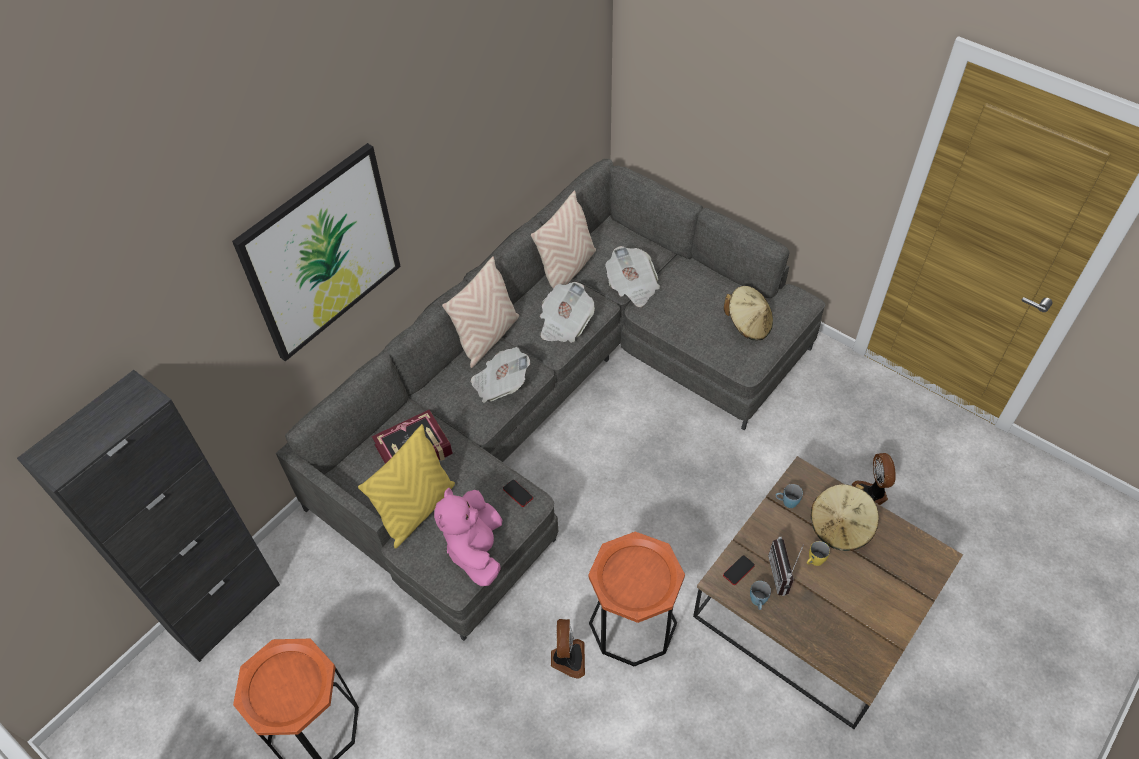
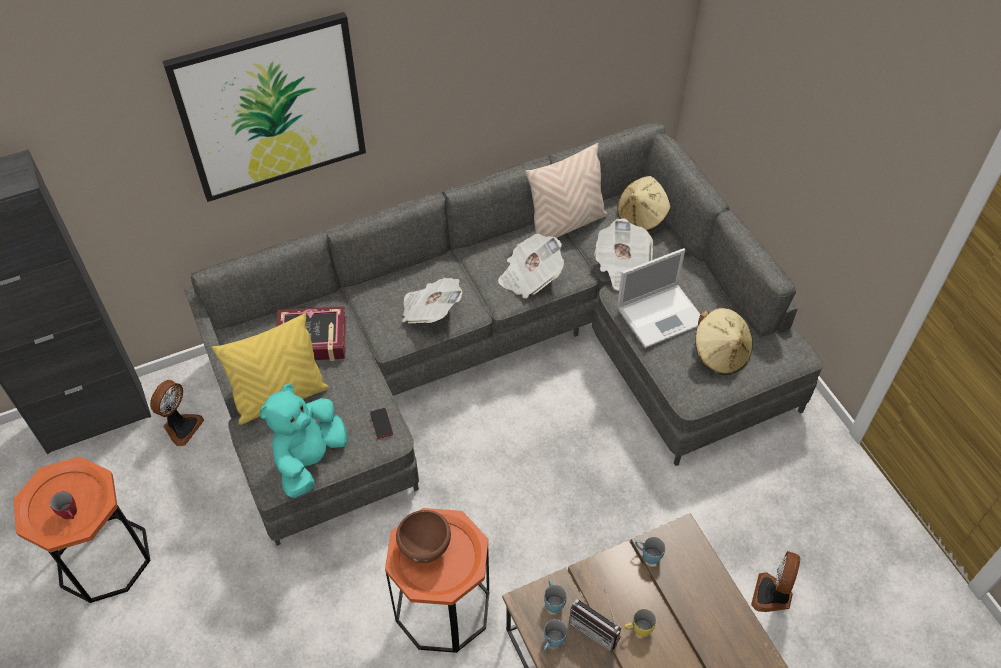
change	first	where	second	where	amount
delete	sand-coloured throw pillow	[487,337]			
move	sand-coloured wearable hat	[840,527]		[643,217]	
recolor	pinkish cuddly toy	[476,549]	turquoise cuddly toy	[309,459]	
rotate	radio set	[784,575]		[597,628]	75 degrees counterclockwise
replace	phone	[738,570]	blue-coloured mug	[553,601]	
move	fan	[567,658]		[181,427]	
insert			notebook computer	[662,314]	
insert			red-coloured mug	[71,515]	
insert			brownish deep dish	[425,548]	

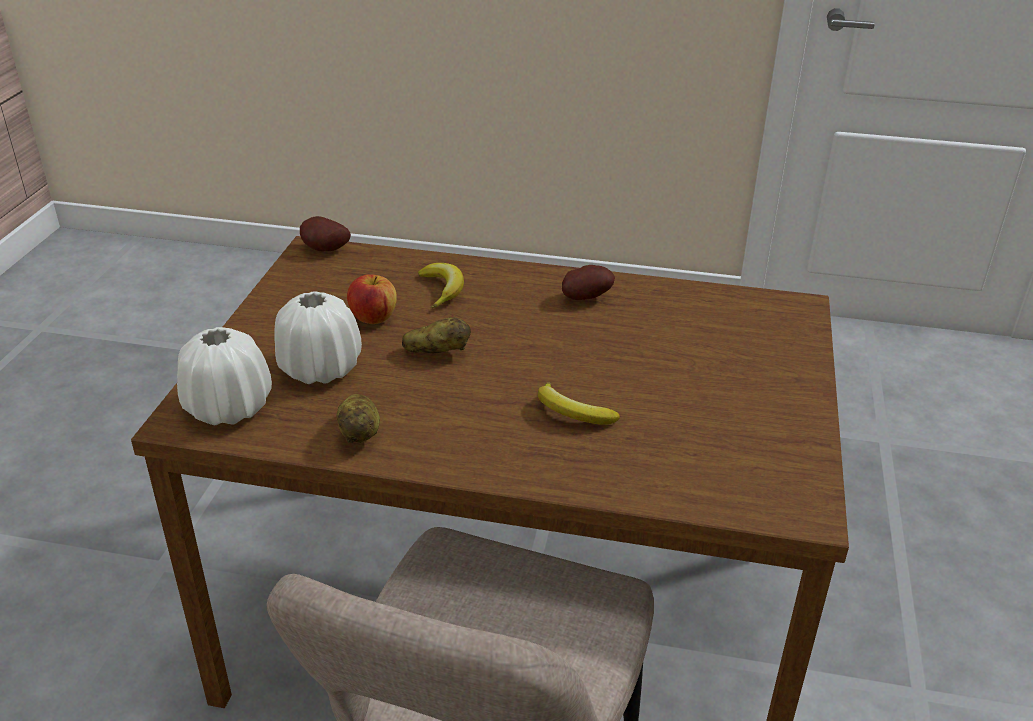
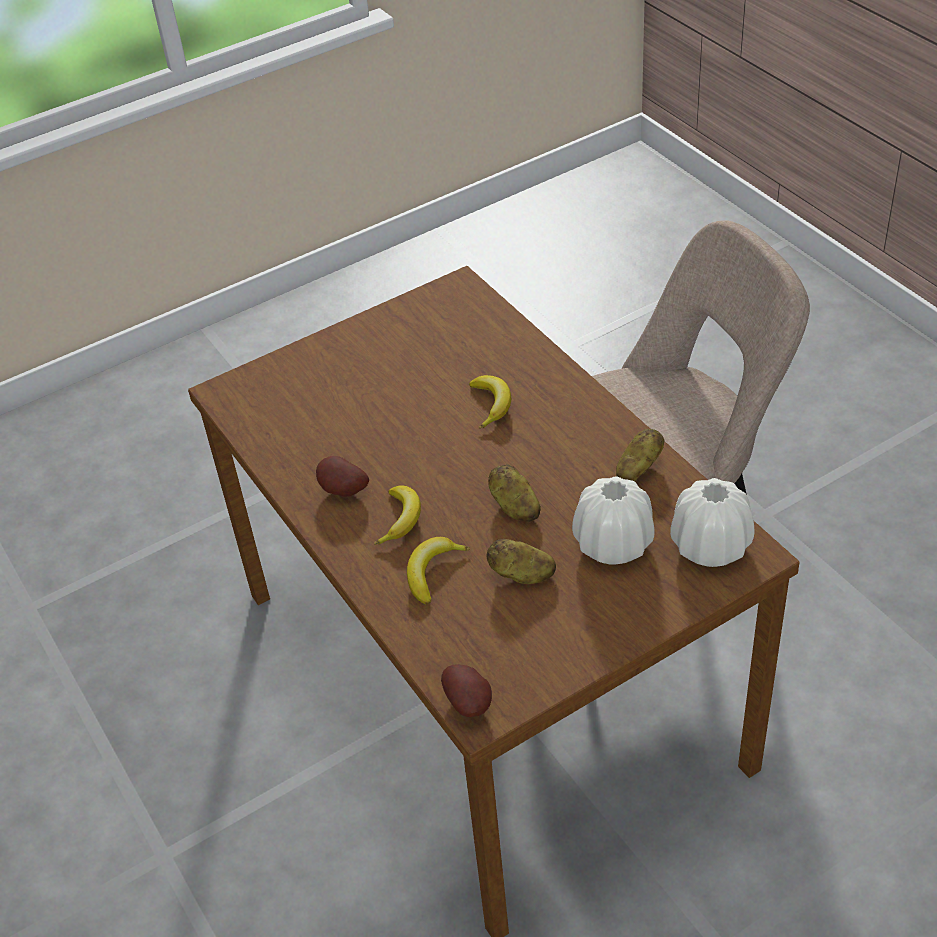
change	first	where	second	where	amount
replace	apple fruit	[373,318]	potato	[521,574]	
insert			banana fruit	[401,519]	

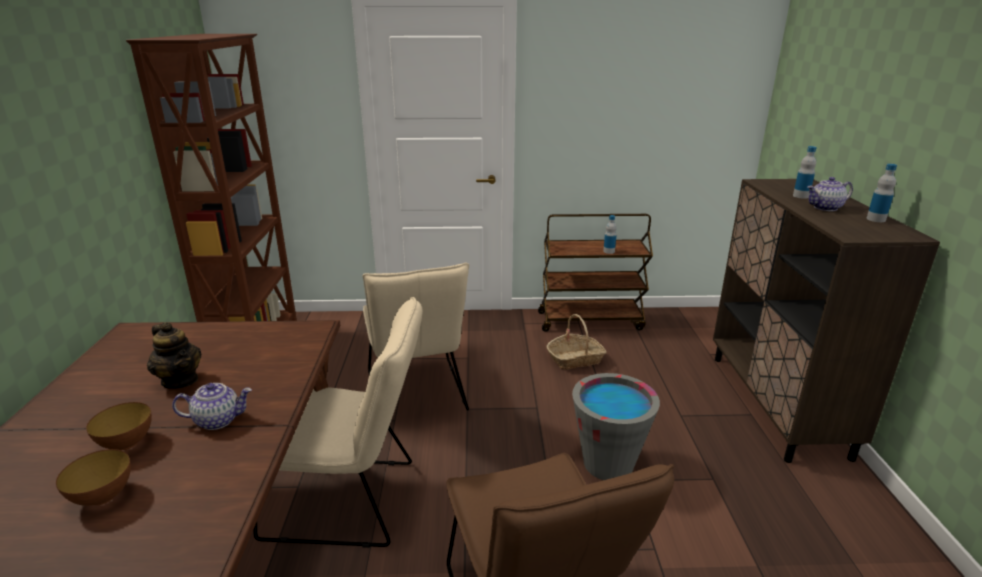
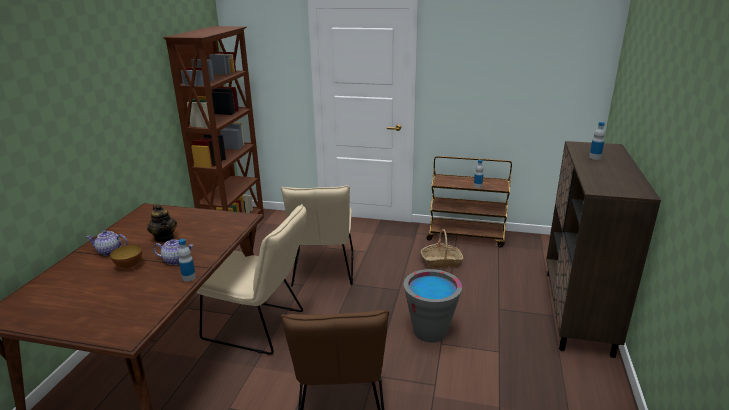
change	first	where	second	where	amount
move	drink bottle	[876,219]		[189,278]	
move	pot for tea	[825,208]		[109,251]	
delete	deep dish	[103,497]			

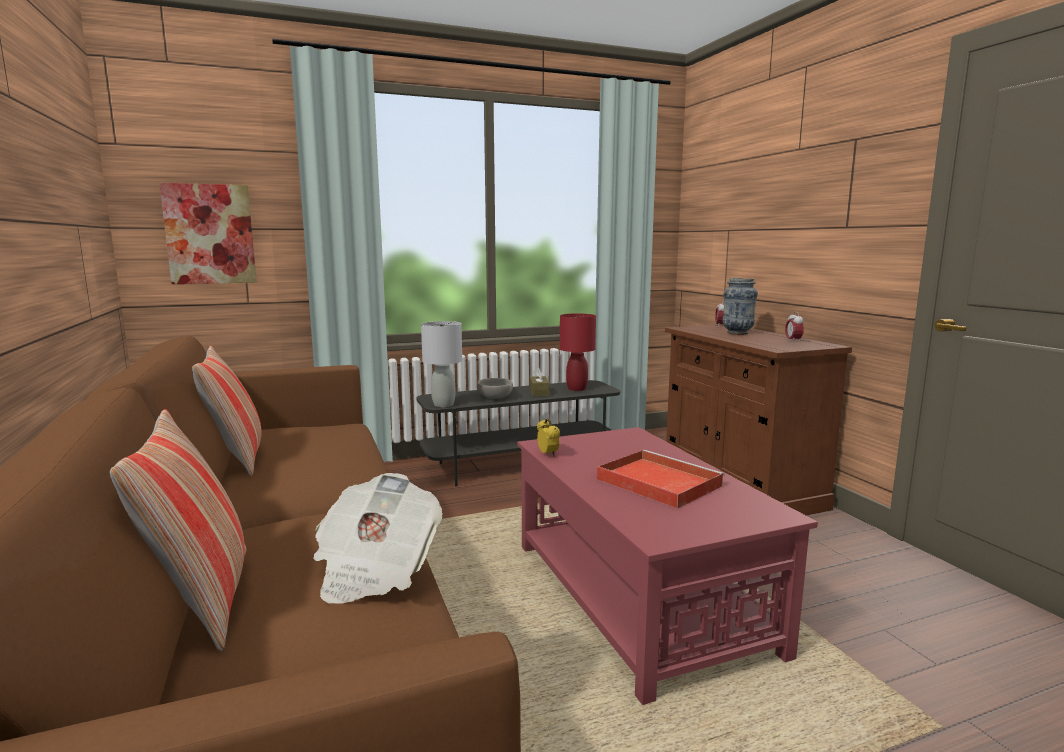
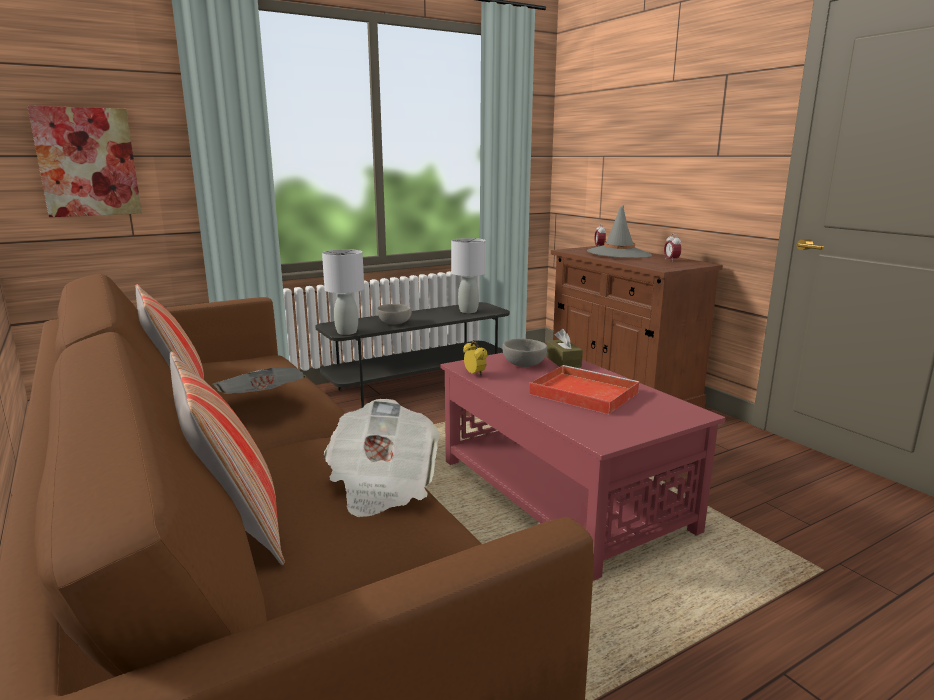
change	first	where	second	where	amount
replace	flower vase	[737,333]	gray wearable hat	[619,254]	
recolor	red-coloured tabletop lamp	[576,389]	gray tabletop lamp	[468,311]	
move	brownish box of tissues	[539,392]		[563,361]	
insert			gray deep dish	[523,364]	
insert			newspaper	[262,404]	

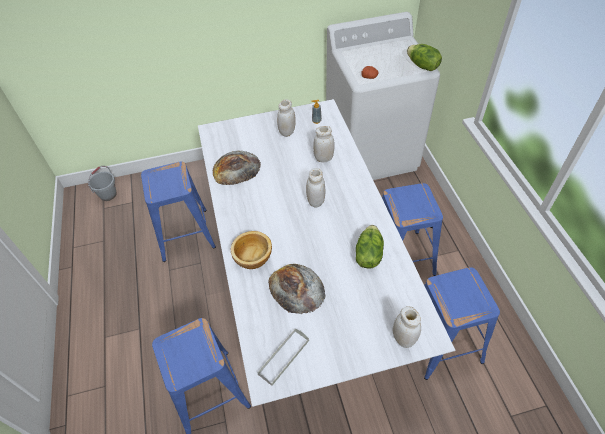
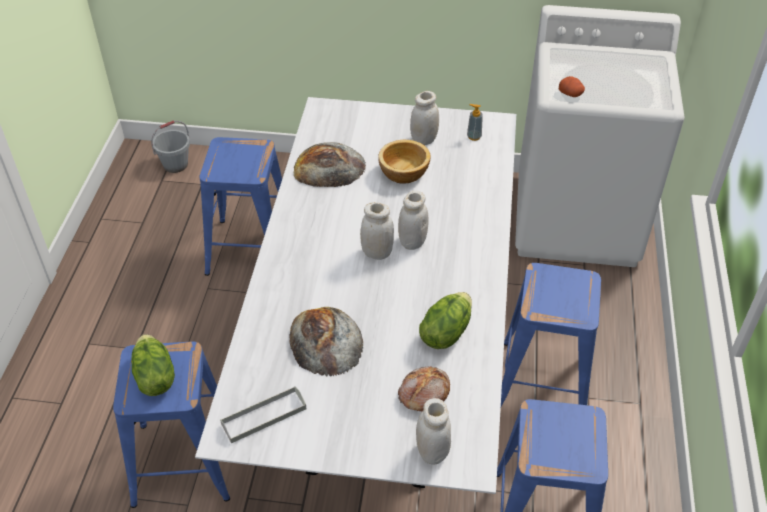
change	first	where	second	where	amount
move	lettuce	[422,66]		[154,377]	
move	whitish preserve jar	[323,158]		[377,253]	
move	deep dish	[253,258]		[403,173]	
insert			bread	[423,393]	

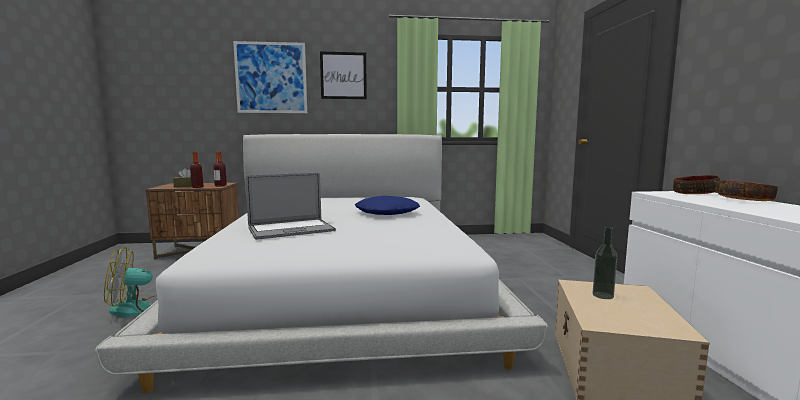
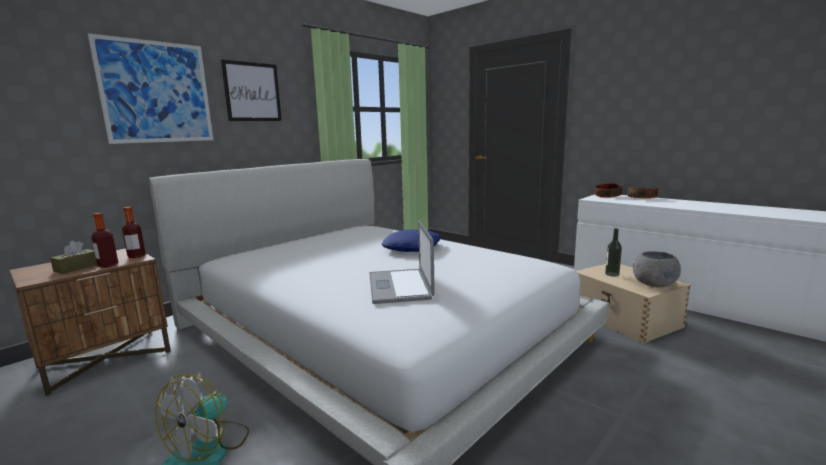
change	first	where	second	where	amount
rotate	notebook computer	[291,229]		[399,286]	150 degrees clockwise
insert			gray deep dish	[654,284]	

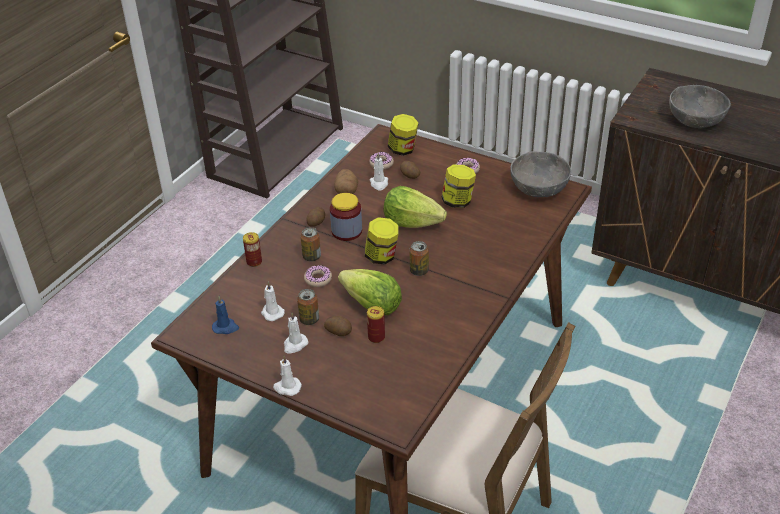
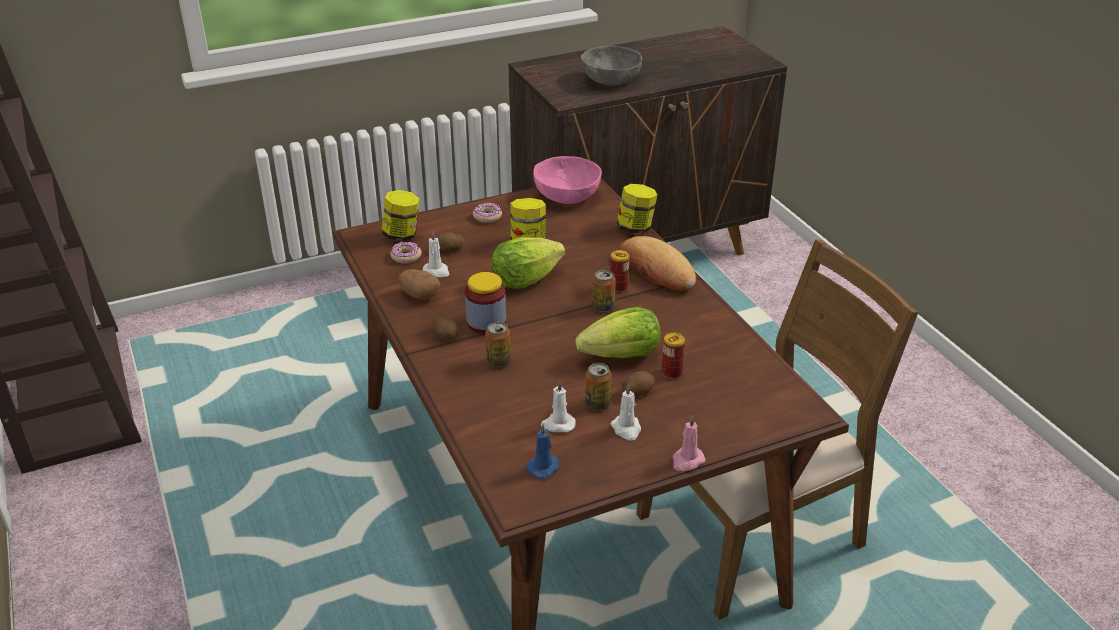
change	first	where	second	where	amount
recolor	gray deep dish	[538,188]	pinkish deep dish	[567,196]	
move	preserve jar	[382,256]		[635,228]	
move	sealed can	[254,262]		[618,287]	
delete	donut	[318,279]			
recolor	whitish candle	[287,387]	pinkish candle	[687,461]	
insert			bread	[656,270]	

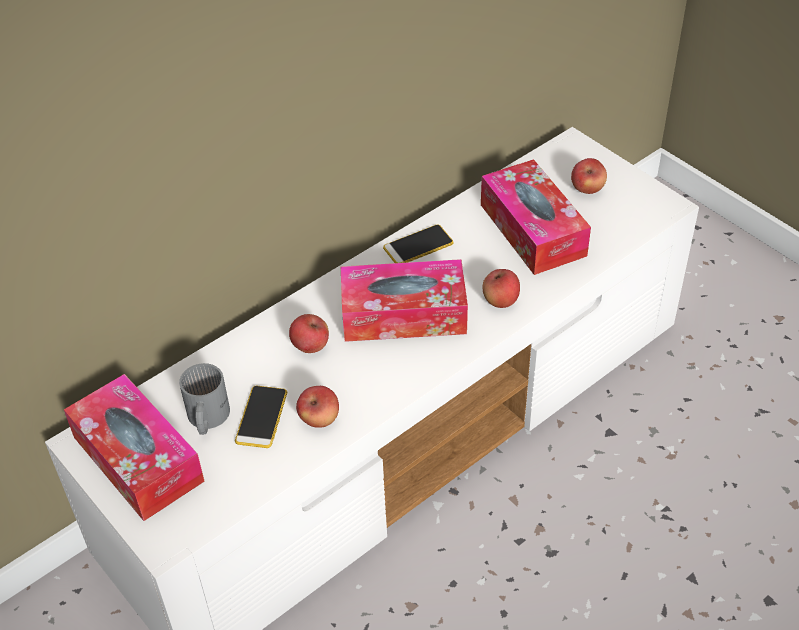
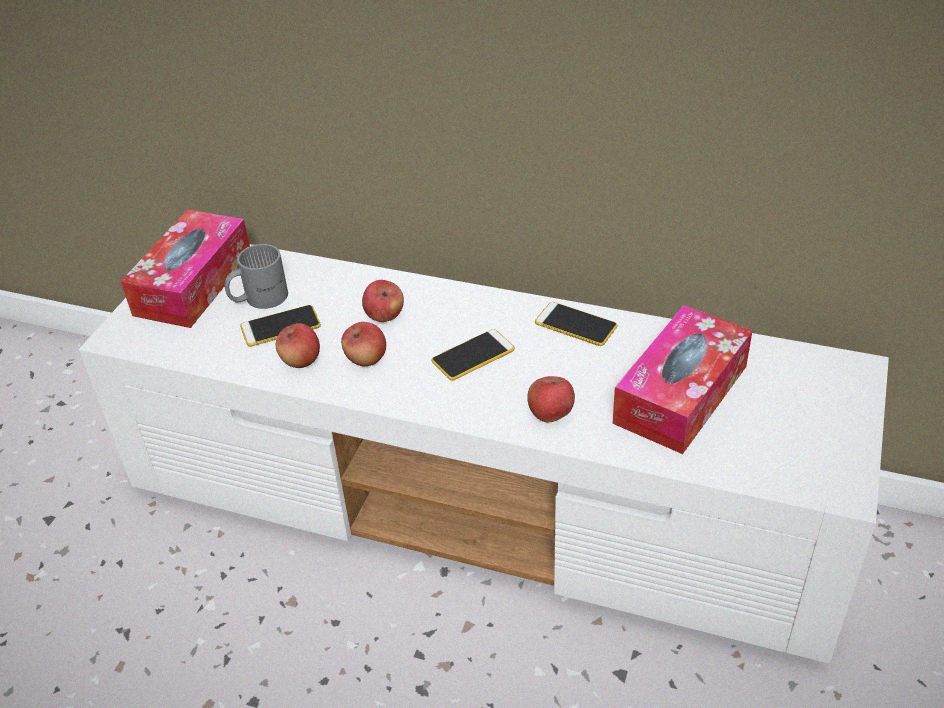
change	first	where	second	where	amount
move	apple fruit	[587,189]		[366,359]	
replace	box of tissues	[403,314]	phone	[473,355]	

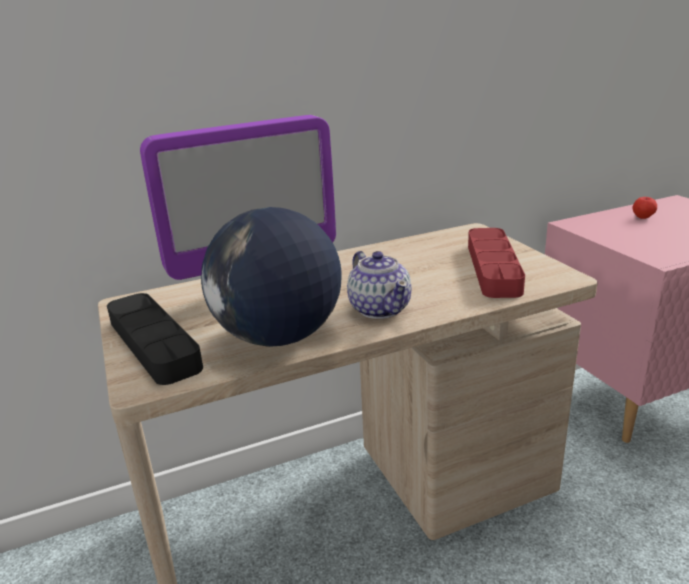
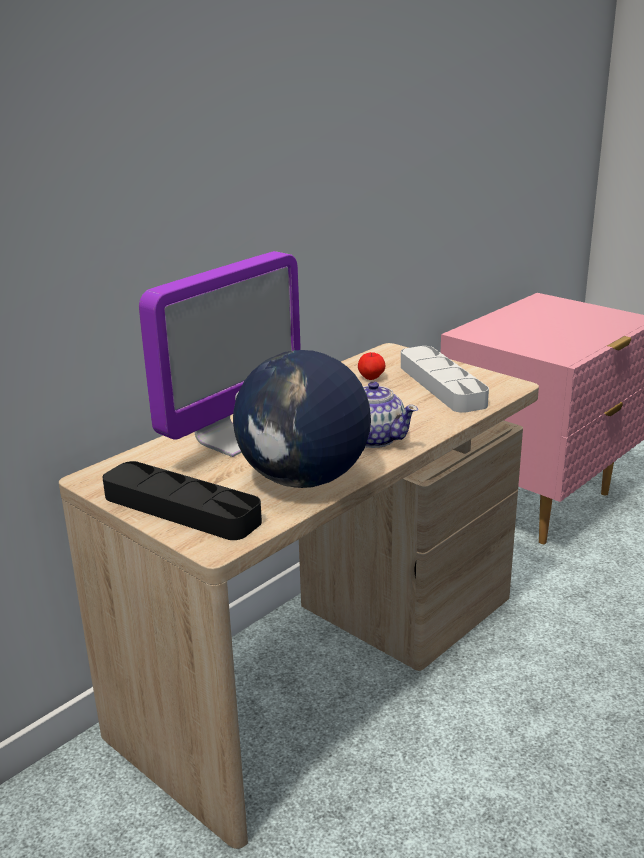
change	first	where	second	where	amount
move	apple fruit	[643,217]		[371,378]	
recolor	red-coloured serving tray	[493,268]	gray serving tray	[441,385]	

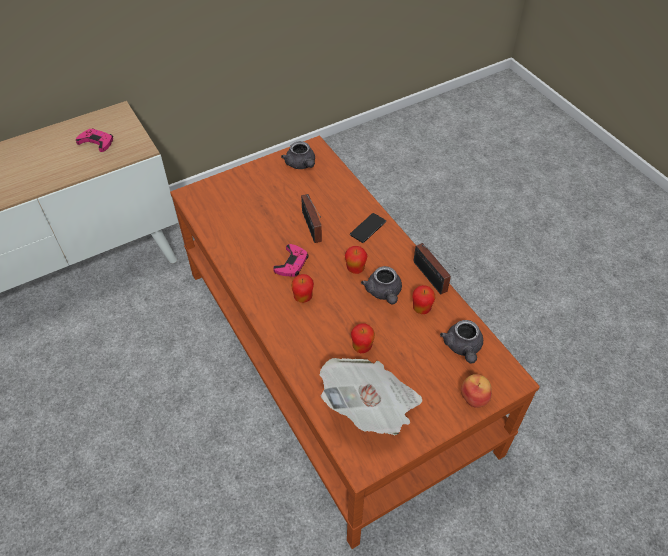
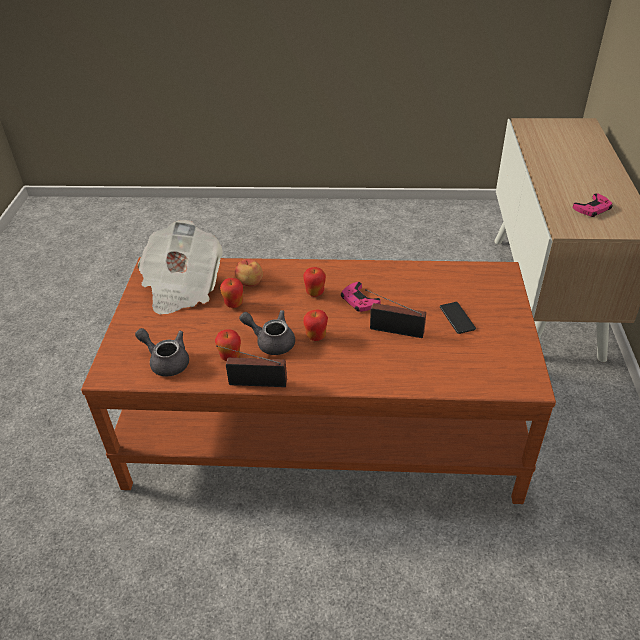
change	first	where	second	where	amount
delete	gray pot for tea	[301,165]			
move	phone	[368,228]		[457,318]	
move	apple fruit	[474,397]		[249,283]	

